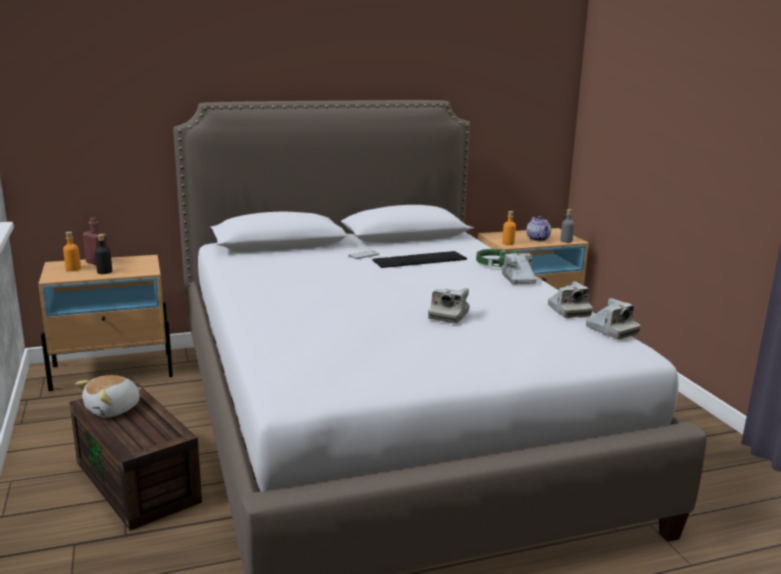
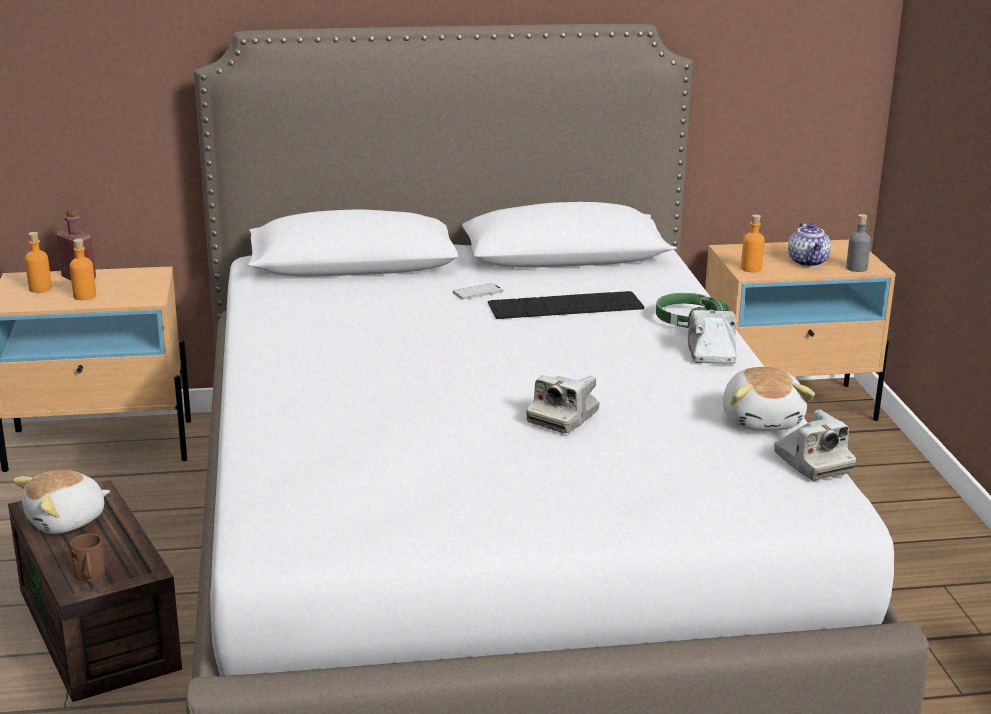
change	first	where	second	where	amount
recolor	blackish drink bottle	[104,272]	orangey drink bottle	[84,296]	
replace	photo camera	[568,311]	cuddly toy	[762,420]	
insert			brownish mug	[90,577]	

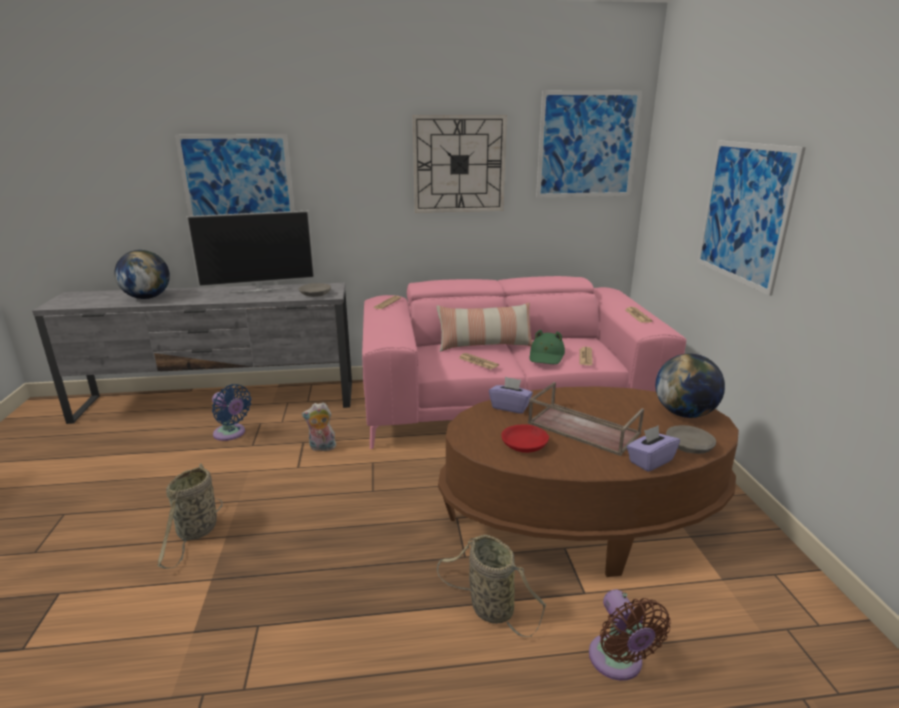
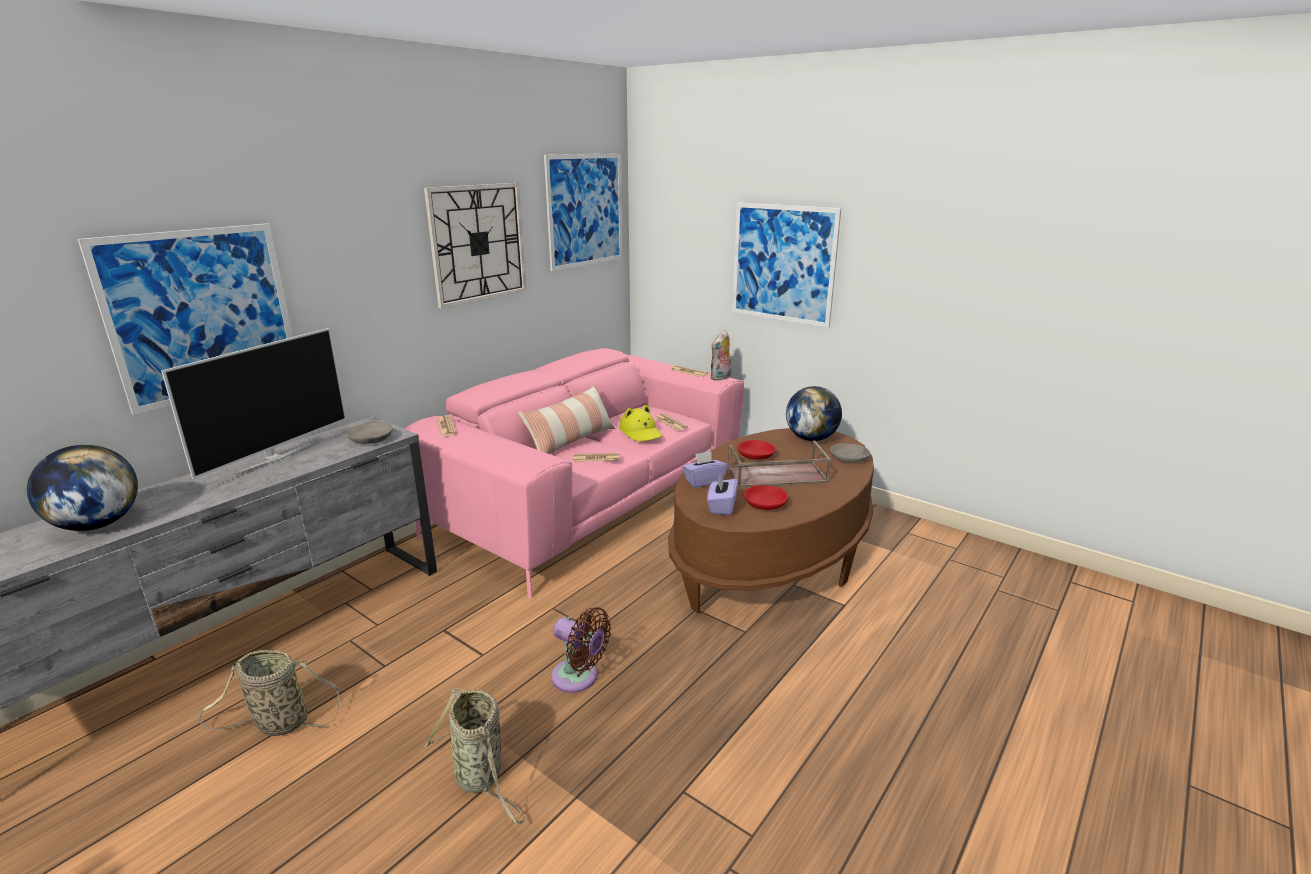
change	first	where	second	where	amount
recolor	green-coloured wearable hat	[546,356]	yellowish wearable hat	[641,432]	
delete	blue-coloured fan	[231,434]			
move	cuddly toy	[321,448]		[721,378]	
move	purple box of tissues	[650,461]		[721,507]	
move	storage basket	[488,607]		[278,723]	
move	brownish fan	[618,662]		[579,678]	
insert			red-coloured deep dish	[756,455]	

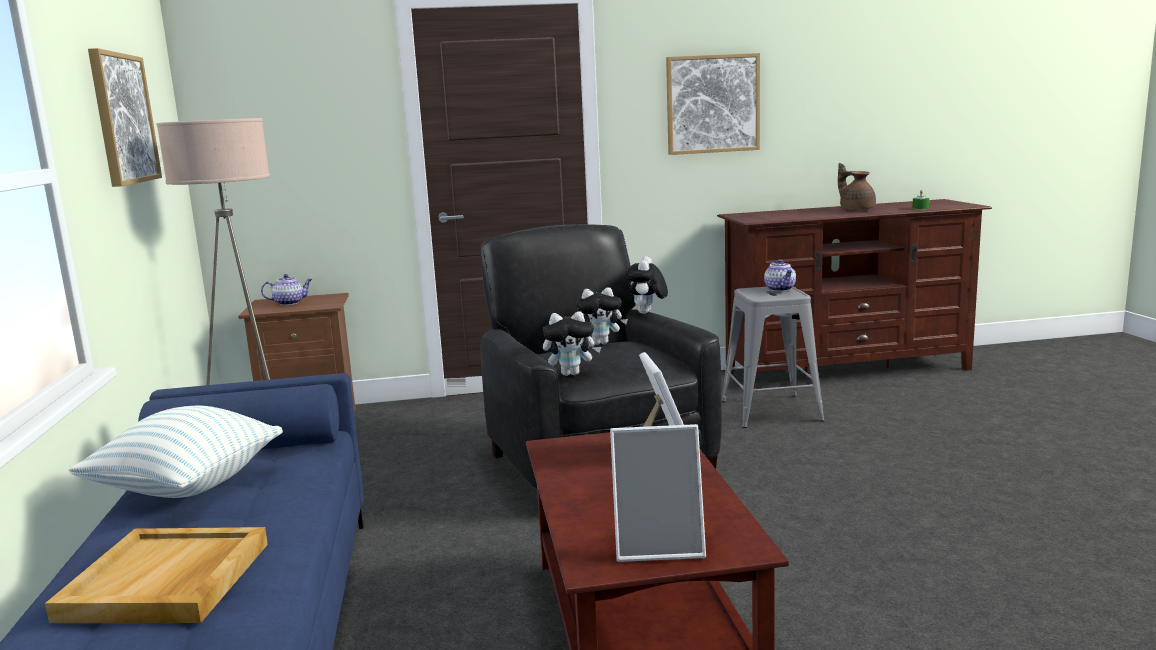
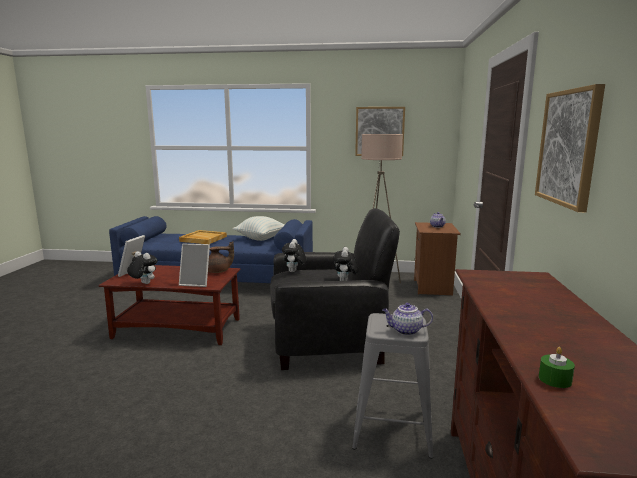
change	first	where	second	where	amount
move	brownish pot for tea	[856,209]		[219,271]	
move	cuddly toy	[647,313]		[143,283]	

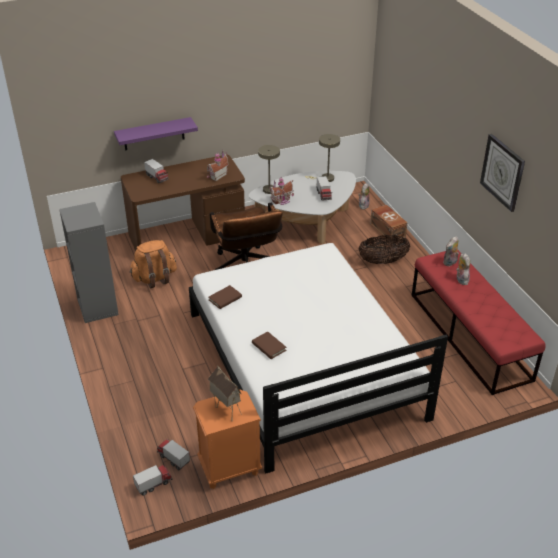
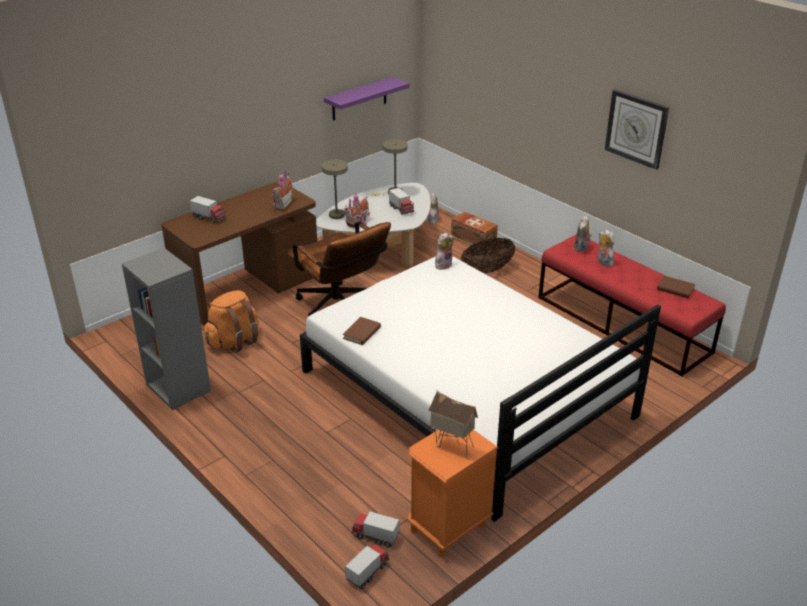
change	first	where	second	where	amount
move	purple wall shelf	[154,134]		[359,99]	
move	brownish book	[269,347]		[675,289]	
insert			cuddly toy	[443,265]	

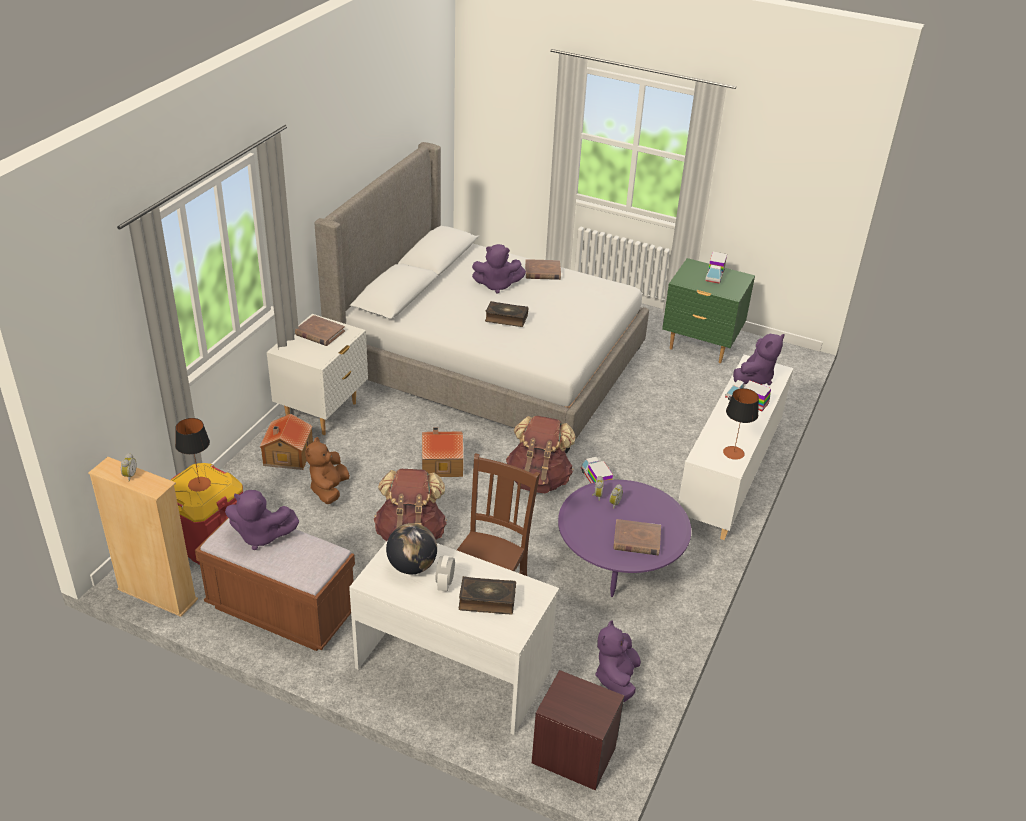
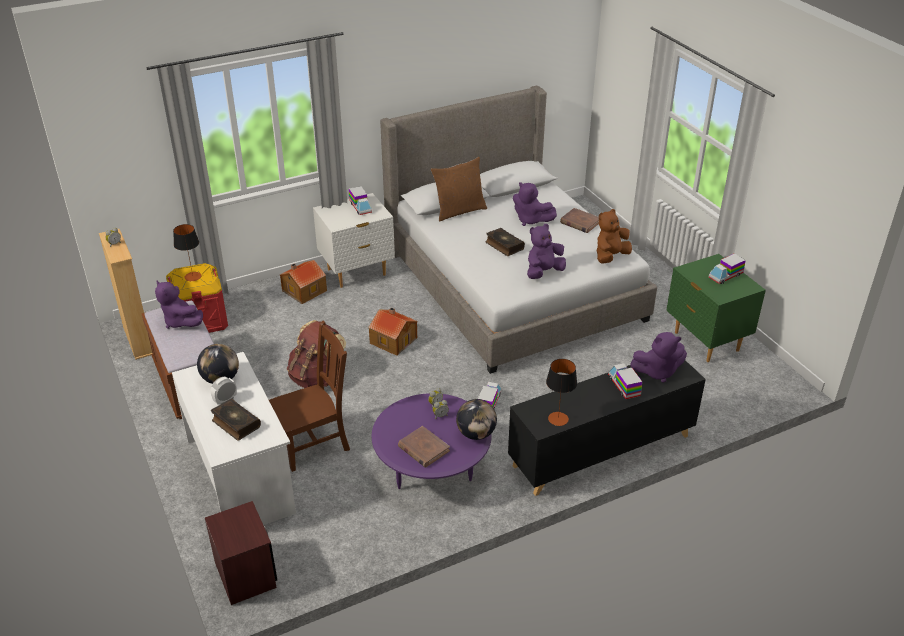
change	first	where	second	where	amount
replace	brownish book	[319,333]	toy truck	[360,207]	
recolor	whitish cupboard	[729,476]	blackish cupboard	[601,451]	
delete	brownish rucksack	[539,480]			
move	brownish cuddly toy	[329,490]		[610,256]	
move	purple cuddly toy	[616,679]		[543,272]	
insert			brownish throw pillow	[459,211]	
insert			world globe	[476,434]	

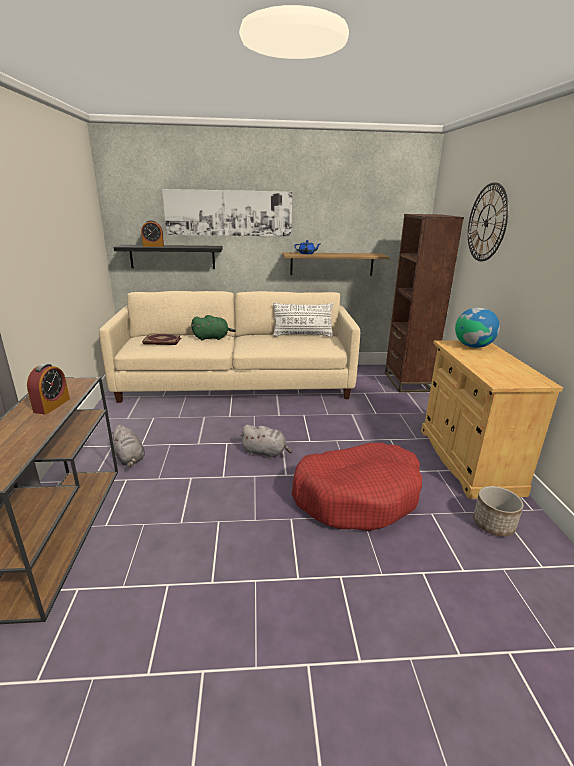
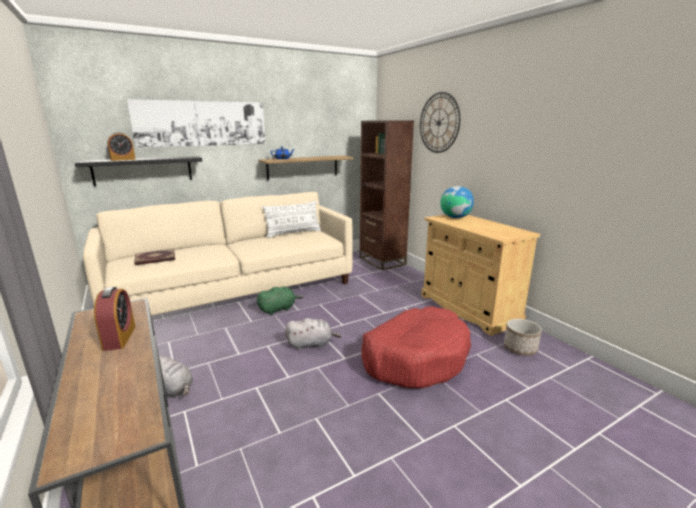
change	first	where	second	where	amount
move	green-coloured cuddly toy	[212,338]		[278,309]	

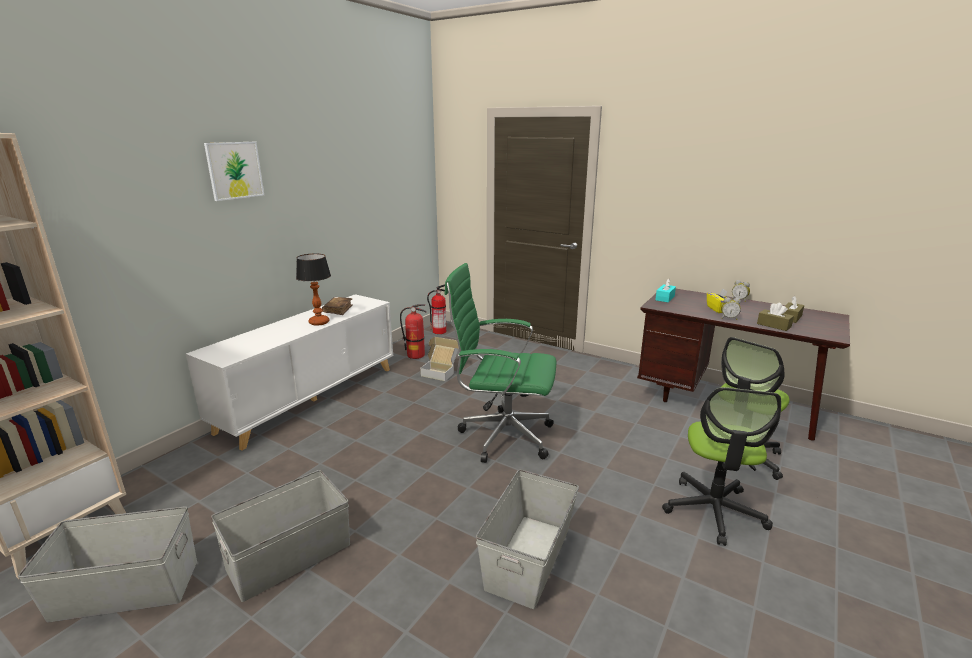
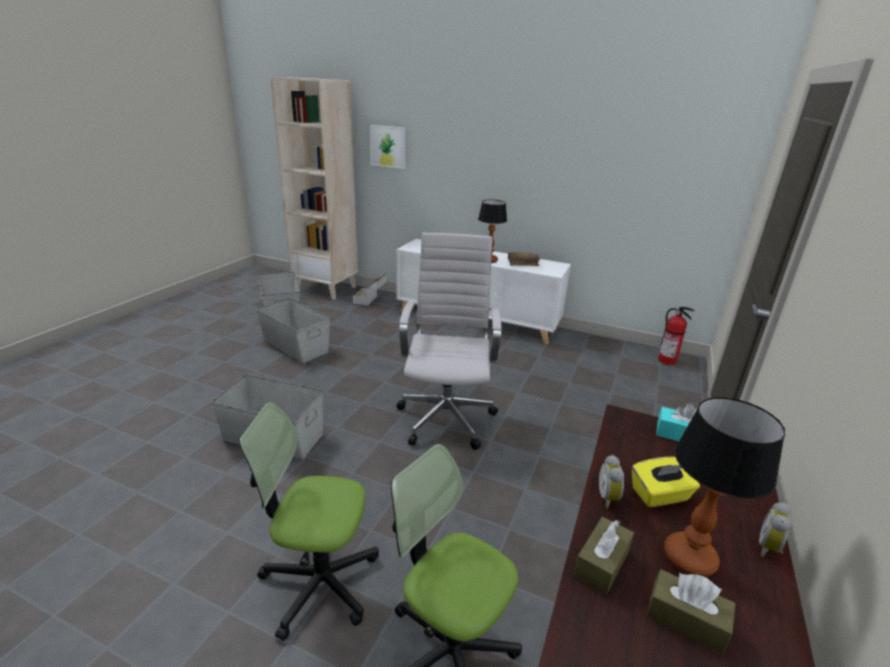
change	first	where	second	where	amount
move	picture	[234,170]		[388,146]	
recolor	green-coloured desk chair	[502,436]	whitish desk chair	[446,416]	
delete	fire extinguisher	[416,355]			
move	cardboard box	[441,372]		[371,301]	
insert			tabletop lamp	[688,558]	

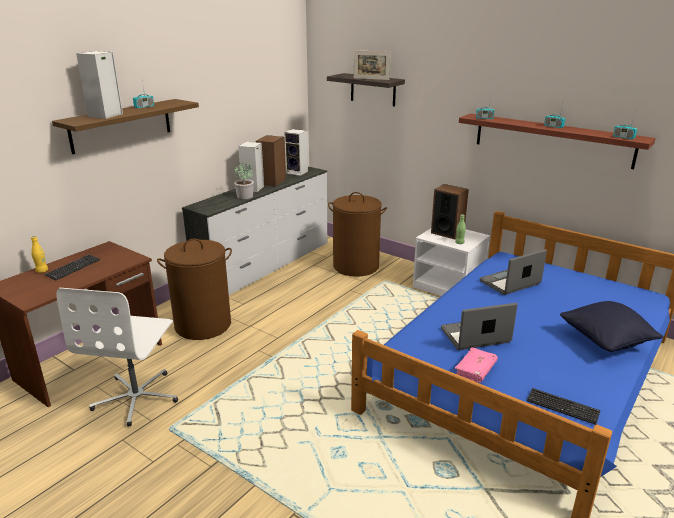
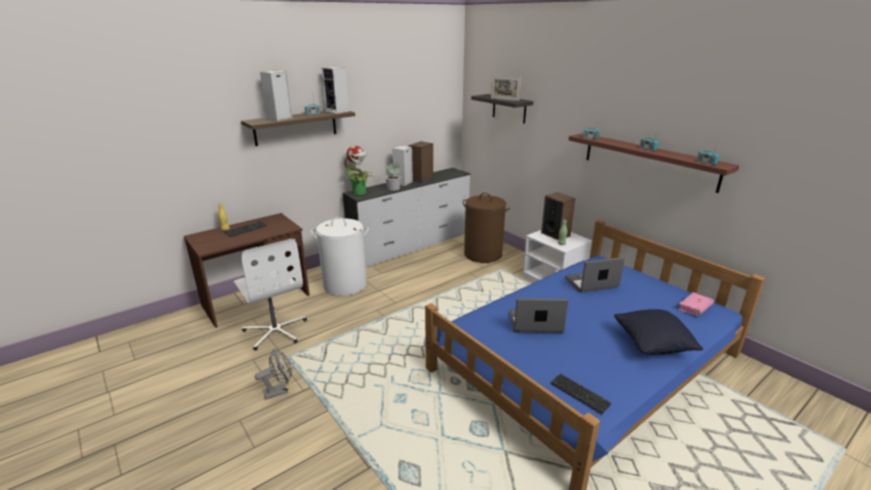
change	first	where	second	where	amount
move	loudspeaker	[297,172]		[338,111]	
recolor	brownish washing basket	[203,325]	whitish washing basket	[345,285]	
rotate	whitish desk chair	[137,397]		[276,331]	60 degrees counterclockwise
move	pinkish book	[475,370]		[694,308]	
insert			plant in a pot	[360,192]	
insert			gray fan	[279,391]	

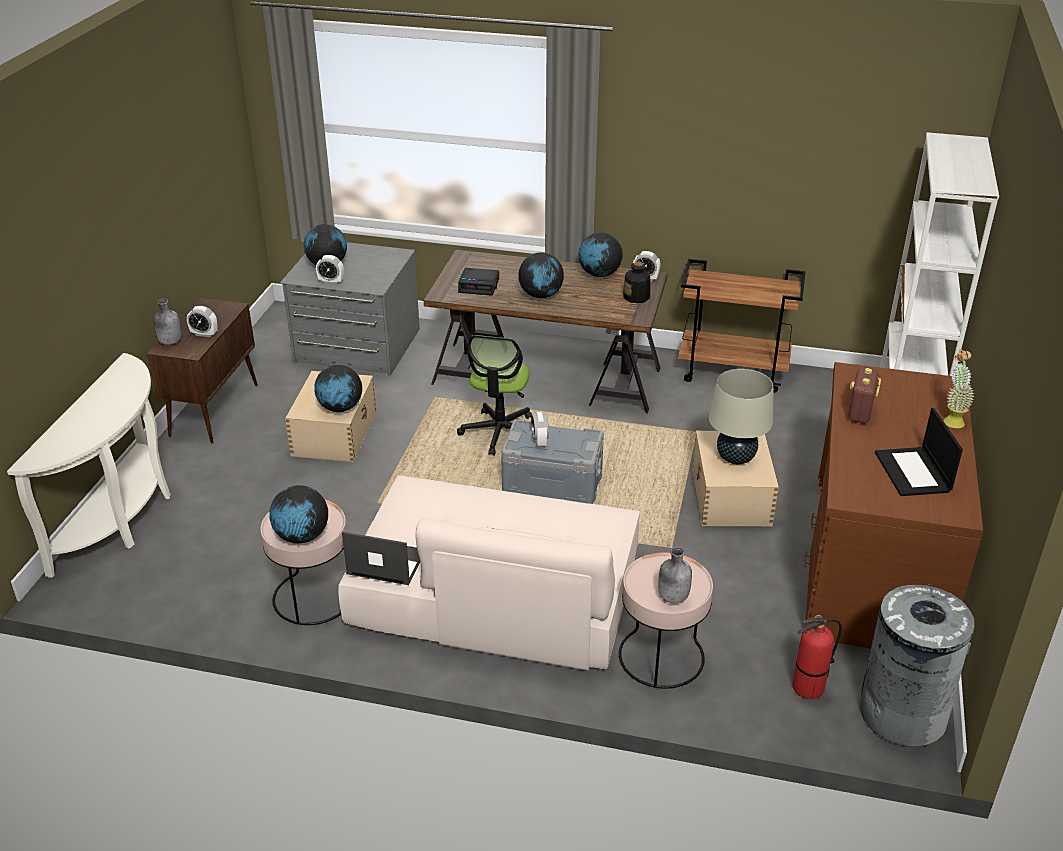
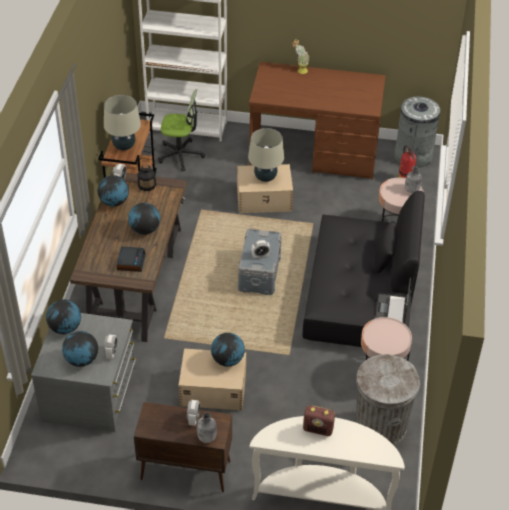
change	first	where	second	where	amount
move	desk chair	[500,432]		[180,155]	
move	radio set	[860,413]		[318,429]	
delete	notebook computer	[913,472]			
recolor	sand-coloured settee	[495,591]	blackish settee	[361,293]	
move	world globe	[301,536]		[65,328]	
insert			sand-coloured tabletop lamp	[124,146]	
insert			gray rubbish bin	[380,427]	

